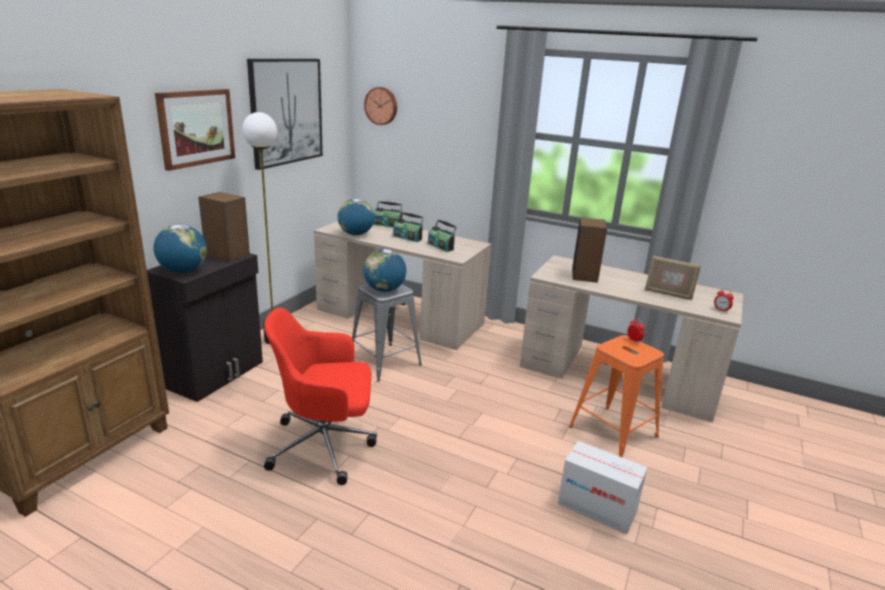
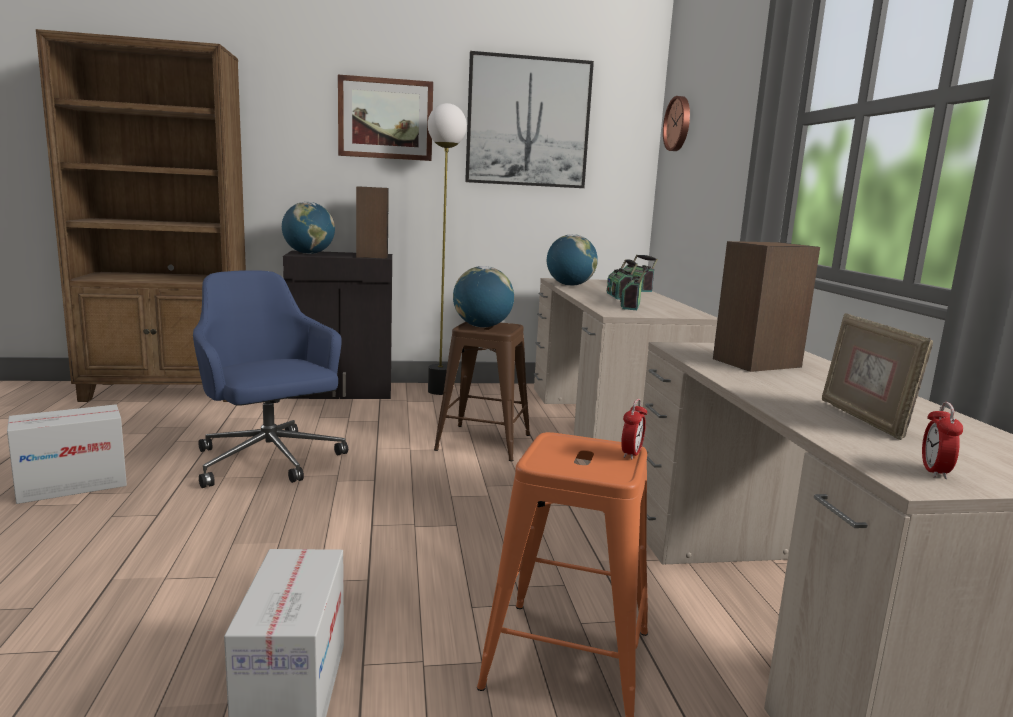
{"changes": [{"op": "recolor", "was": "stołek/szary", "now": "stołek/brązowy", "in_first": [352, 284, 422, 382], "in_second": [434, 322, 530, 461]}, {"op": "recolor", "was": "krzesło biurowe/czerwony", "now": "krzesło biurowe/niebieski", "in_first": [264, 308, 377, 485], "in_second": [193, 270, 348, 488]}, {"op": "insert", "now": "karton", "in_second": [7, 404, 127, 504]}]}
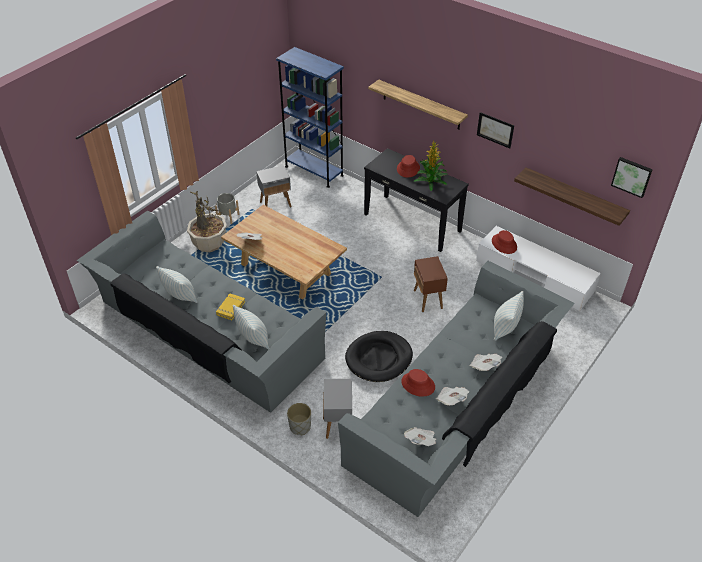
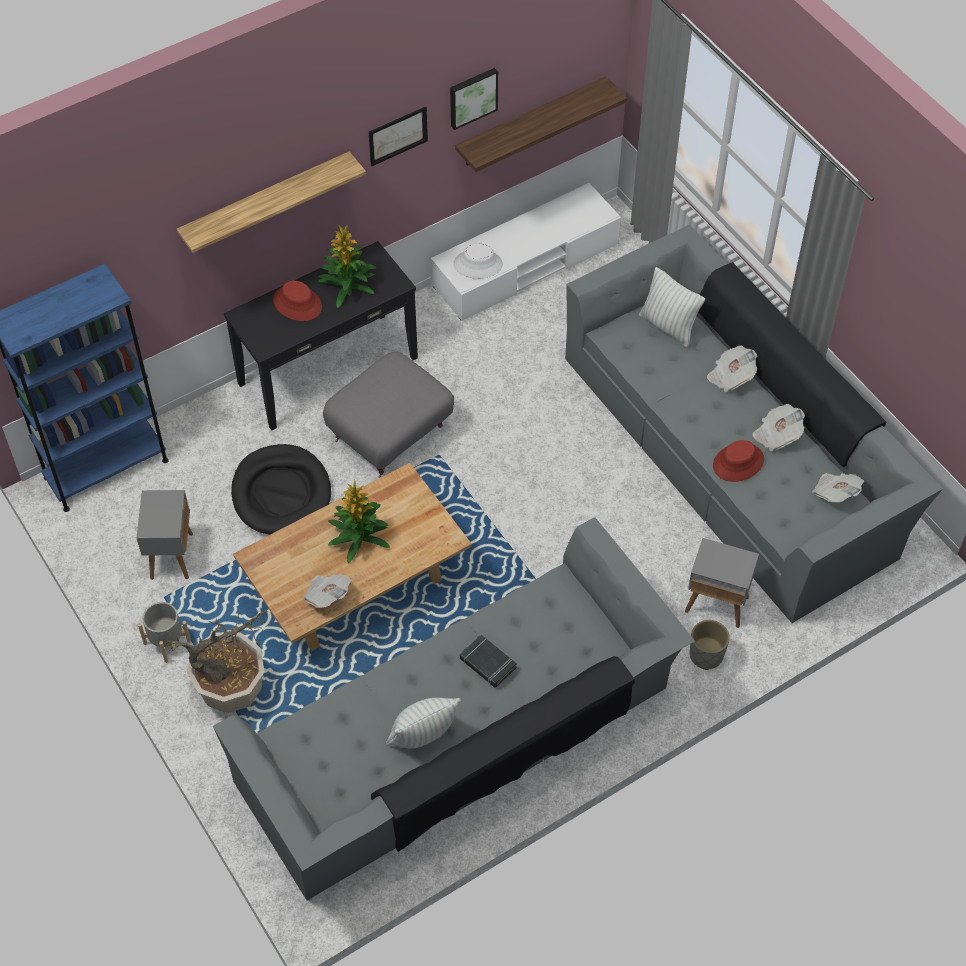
{"changes": [{"op": "move", "was": "obraz", "in_first": [611, 157, 653, 198], "in_second": [450, 68, 498, 130]}, {"op": "recolor", "was": "kapelusz/czerwony", "now": "kapelusz/biały", "in_first": [492, 230, 517, 254], "in_second": [453, 243, 503, 279]}, {"op": "delete", "was": "stolik/brązowy", "in_first": [414, 256, 448, 312]}, {"op": "recolor", "was": "książka/żółty", "now": "książka/czarny", "in_first": [216, 294, 245, 320], "in_second": [460, 634, 517, 688]}, {"op": "delete", "was": "poduszka", "in_first": [233, 305, 269, 350]}, {"op": "move", "was": "legowisko/czarny", "in_first": [345, 331, 413, 382], "in_second": [231, 444, 331, 535]}, {"op": "insert", "now": "pufa/szary", "in_second": [323, 351, 454, 478]}, {"op": "insert", "now": "roślina doniczkowa", "in_second": [328, 480, 390, 563]}]}
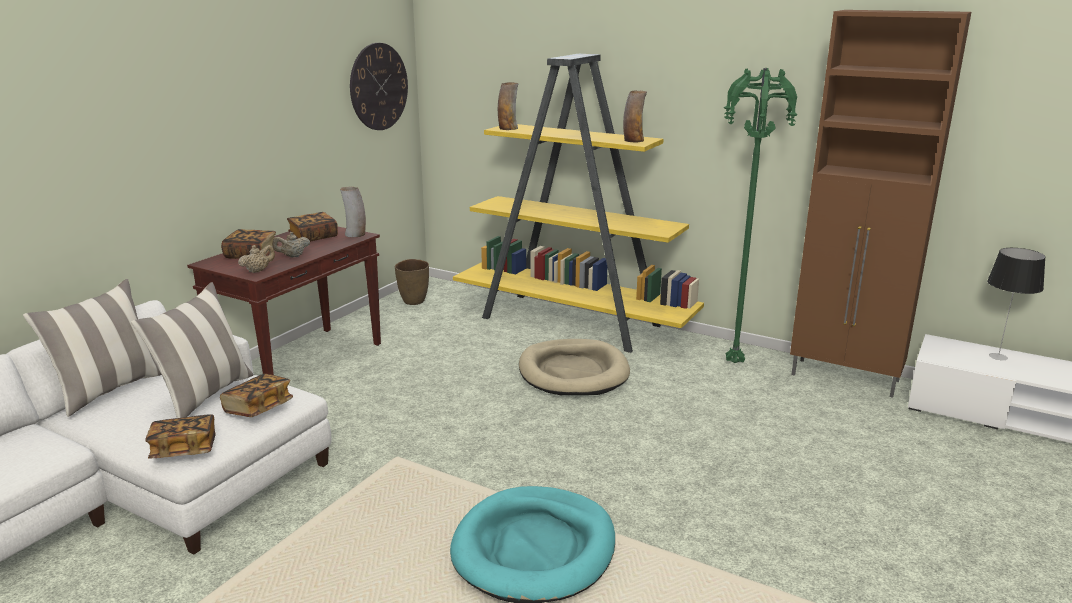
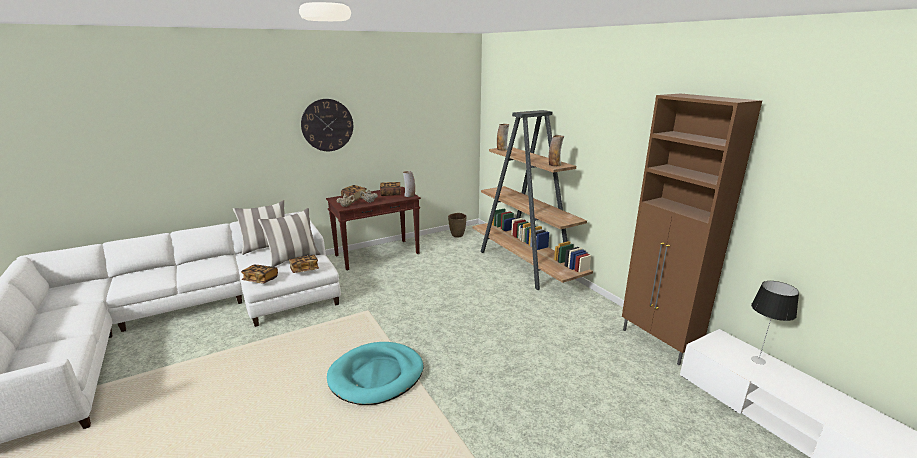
{"changes": [{"op": "move", "was": "zegar ścienny", "in_first": [350, 43, 408, 130], "in_second": [301, 99, 353, 151]}, {"op": "recolor", "was": "regał/żółty", "now": "regał/brązowy", "in_first": [453, 54, 704, 353], "in_second": [472, 110, 593, 290]}, {"op": "delete", "was": "lampa stojąca/zielony", "in_first": [724, 68, 797, 363]}, {"op": "delete", "was": "legowisko/beżowy", "in_first": [519, 339, 630, 395]}]}
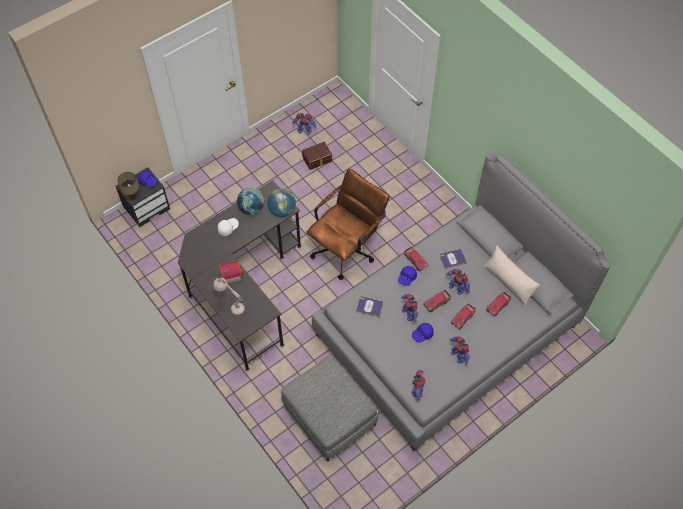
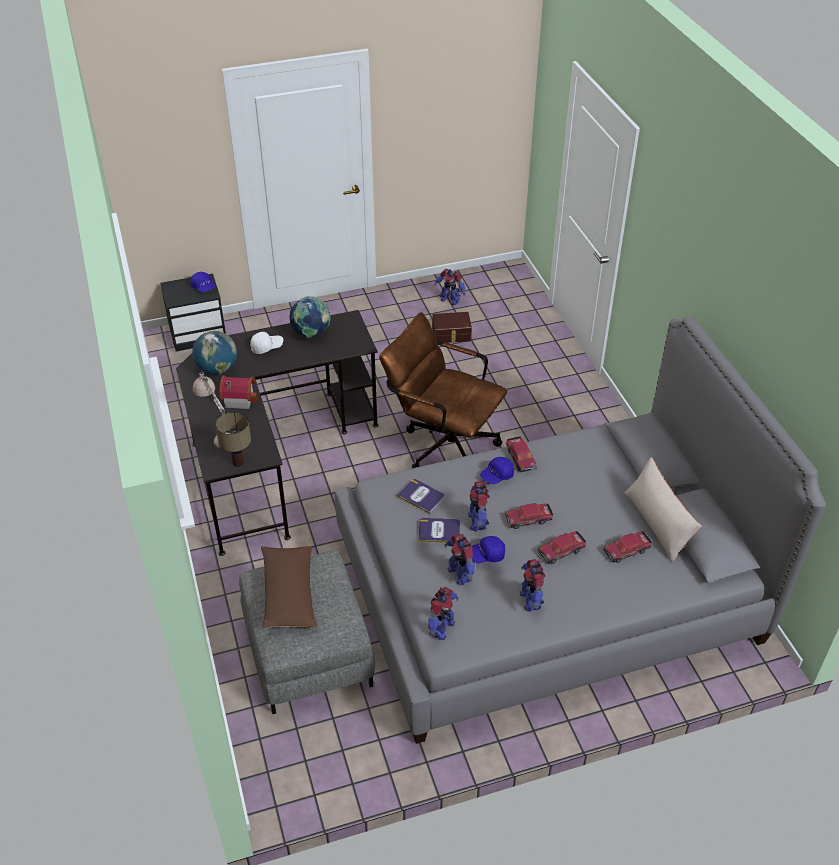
{"changes": [{"op": "rotate", "was": "krzesło biurowe/brązowy", "in_first": [306, 168, 390, 280], "in_second": [379, 312, 508, 468], "clockwise": -120}, {"op": "move", "was": "lampa stołowa", "in_first": [117, 172, 139, 200], "in_second": [215, 412, 251, 467]}, {"op": "move", "was": "globus", "in_first": [267, 189, 296, 217], "in_second": [192, 331, 237, 375]}, {"op": "move", "was": "książka", "in_first": [439, 249, 467, 269], "in_second": [418, 518, 460, 543]}, {"op": "move", "was": "robot zabawkowy", "in_first": [445, 269, 470, 295], "in_second": [444, 533, 475, 585]}, {"op": "insert", "now": "poduszka/brązowy", "in_second": [261, 546, 317, 629]}]}
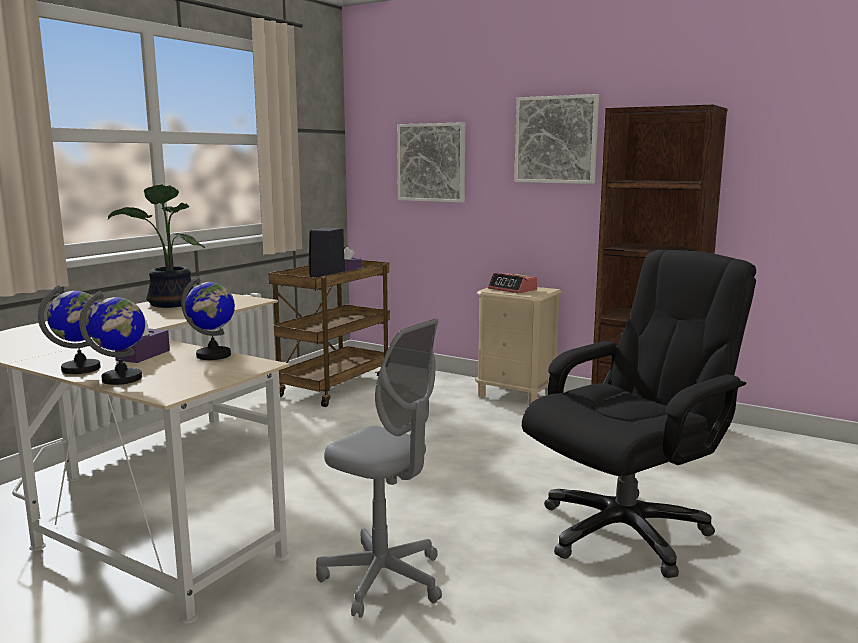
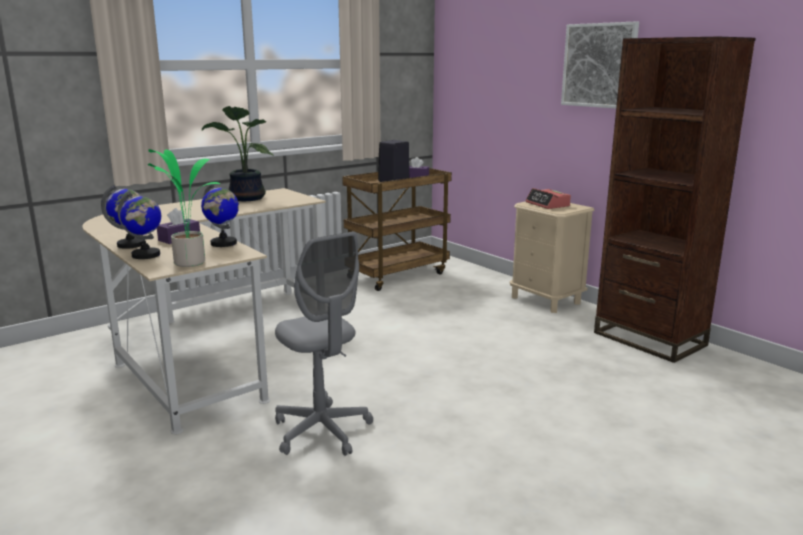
{"changes": [{"op": "delete", "was": "obraz", "in_first": [397, 122, 465, 203]}, {"op": "delete", "was": "krzesło biurowe/czarny", "in_first": [522, 250, 756, 578]}, {"op": "insert", "now": "roślina doniczkowa", "in_second": [148, 149, 220, 267]}]}
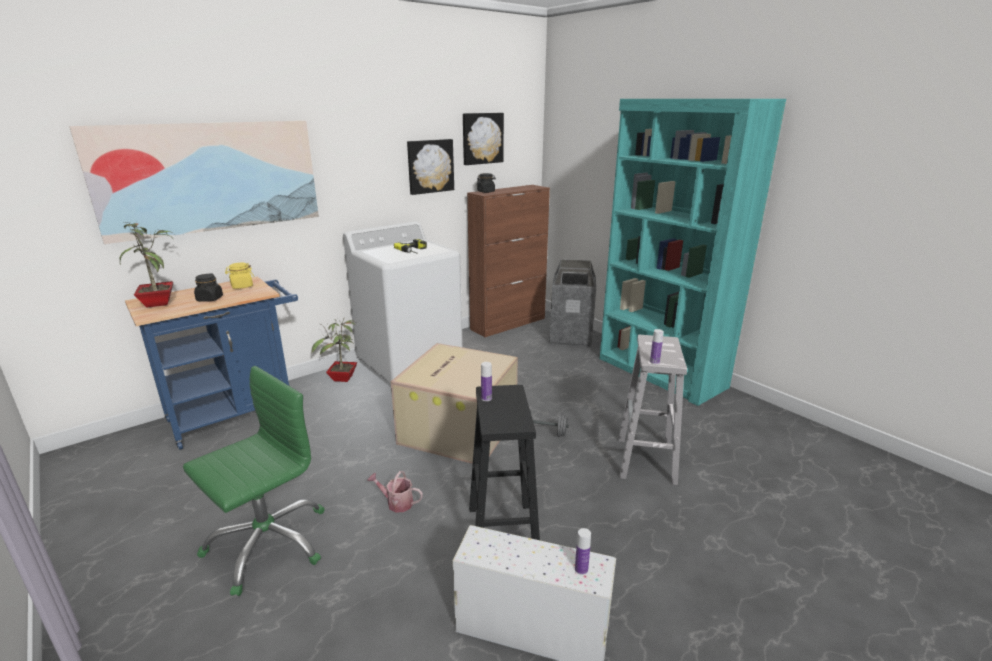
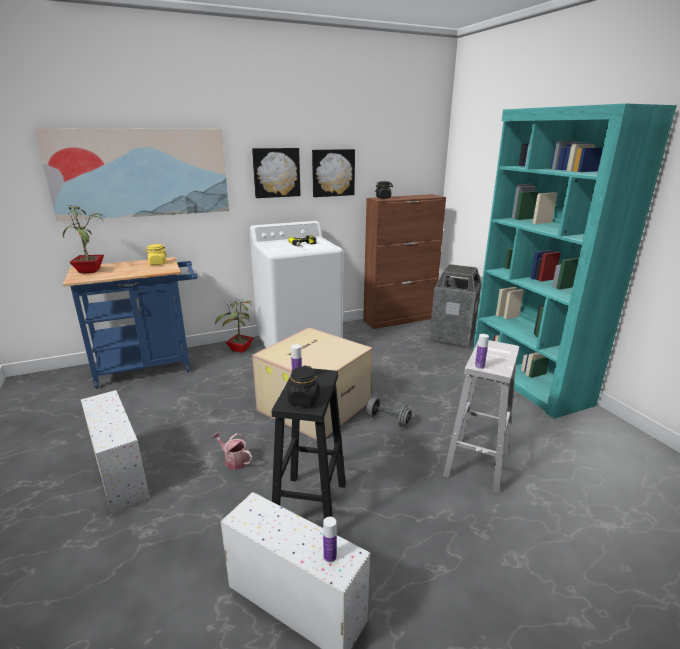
{"changes": [{"op": "move", "was": "obraz", "in_first": [463, 113, 504, 165], "in_second": [252, 148, 301, 198]}, {"op": "move", "was": "słoik/czarny", "in_first": [194, 274, 223, 302], "in_second": [288, 366, 320, 407]}, {"op": "replace", "was": "krzesło biurowe/zielony", "now": "pojemnik do przechowywania/biały", "in_first": [183, 366, 325, 596], "in_second": [81, 390, 150, 513]}]}
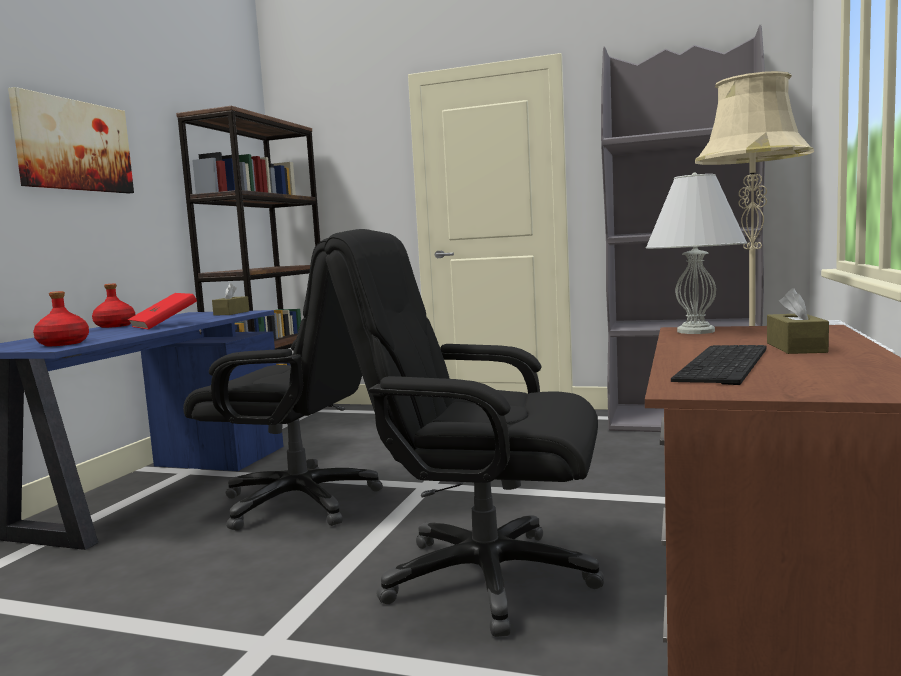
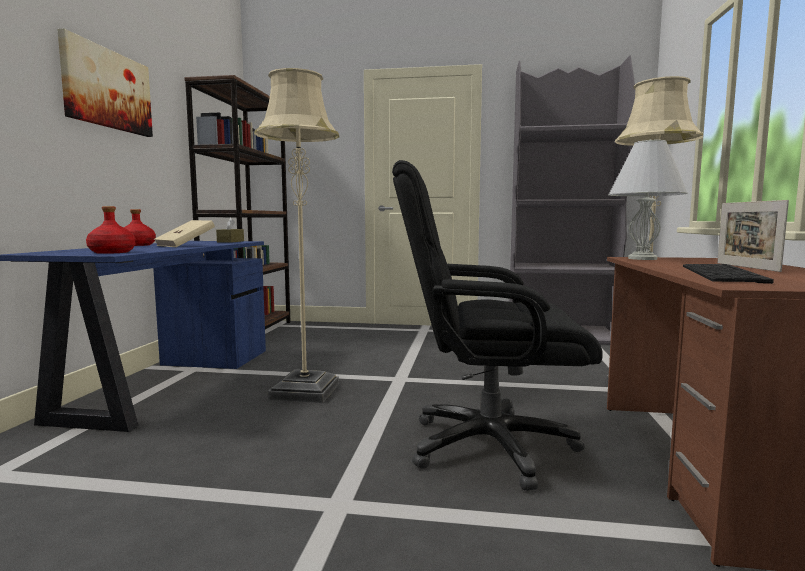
{"changes": [{"op": "replace", "was": "krzesło biurowe/czarny", "now": "lampa stojąca/beżowy", "in_first": [183, 238, 383, 531], "in_second": [254, 68, 339, 403]}, {"op": "replace", "was": "pudełko chusteczek/brązowy", "now": "ramka na zdjęcie", "in_first": [767, 288, 829, 354], "in_second": [717, 200, 789, 272]}, {"op": "recolor", "was": "książka/czerwony", "now": "książka/beżowy", "in_first": [128, 293, 197, 330], "in_second": [154, 220, 215, 247]}]}
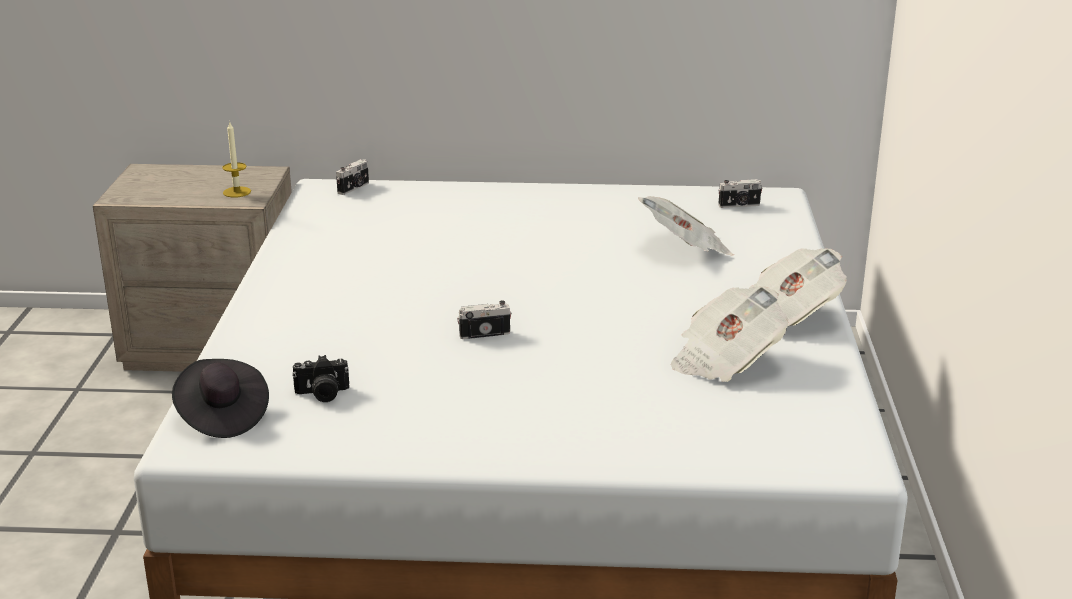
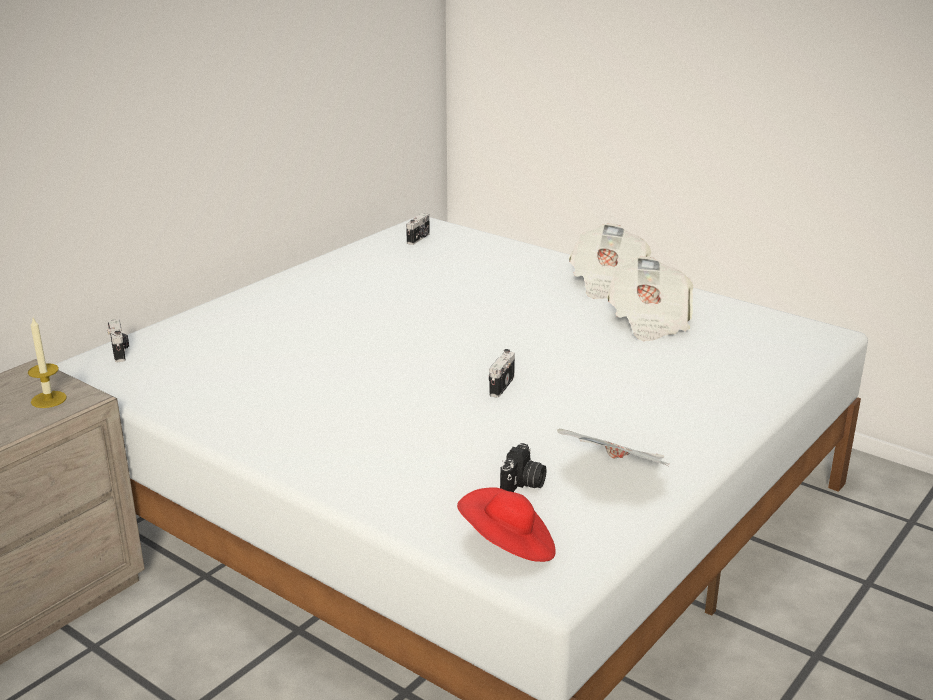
{"changes": [{"op": "move", "was": "gazeta", "in_first": [638, 196, 734, 255], "in_second": [557, 429, 670, 466]}, {"op": "recolor", "was": "kapelusz/czarny", "now": "kapelusz/czerwony", "in_first": [172, 359, 269, 438], "in_second": [457, 487, 556, 562]}]}
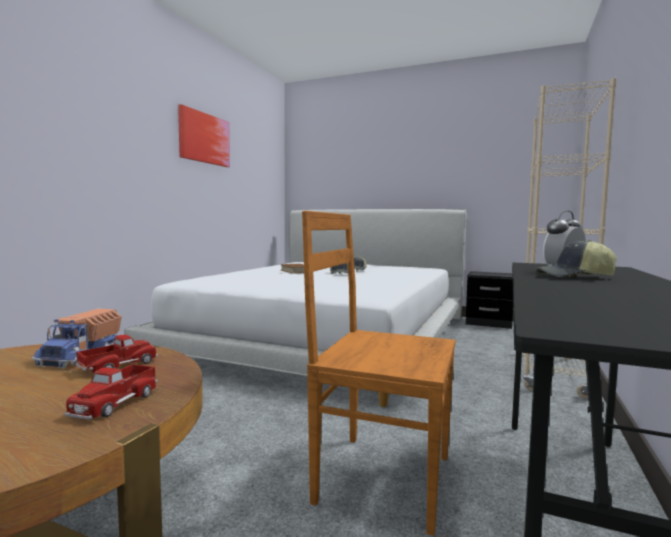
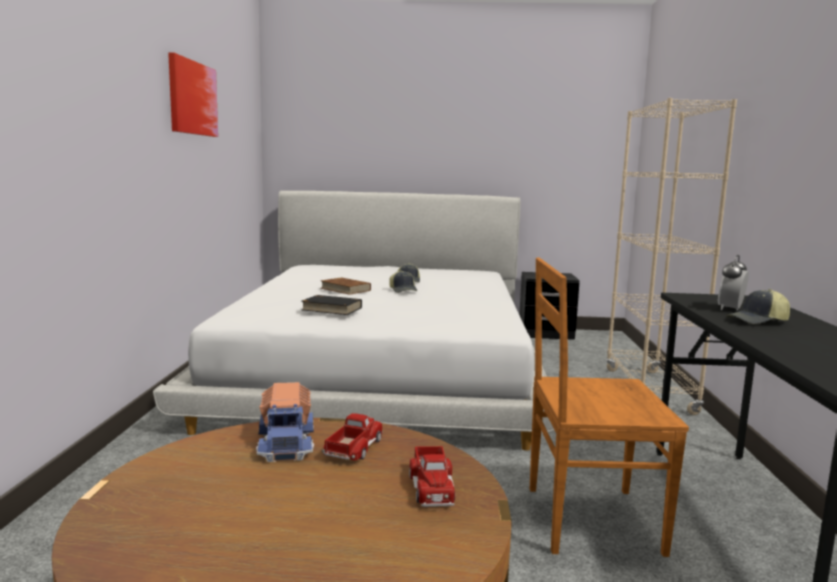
{"changes": [{"op": "insert", "now": "książka/czarny", "in_second": [302, 295, 362, 315]}]}
